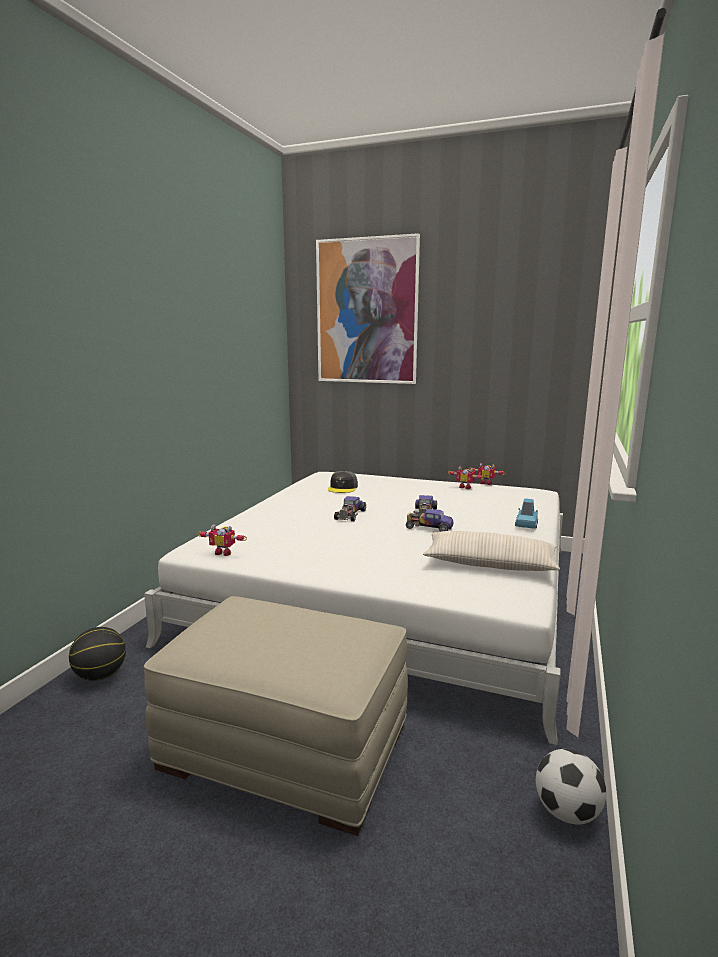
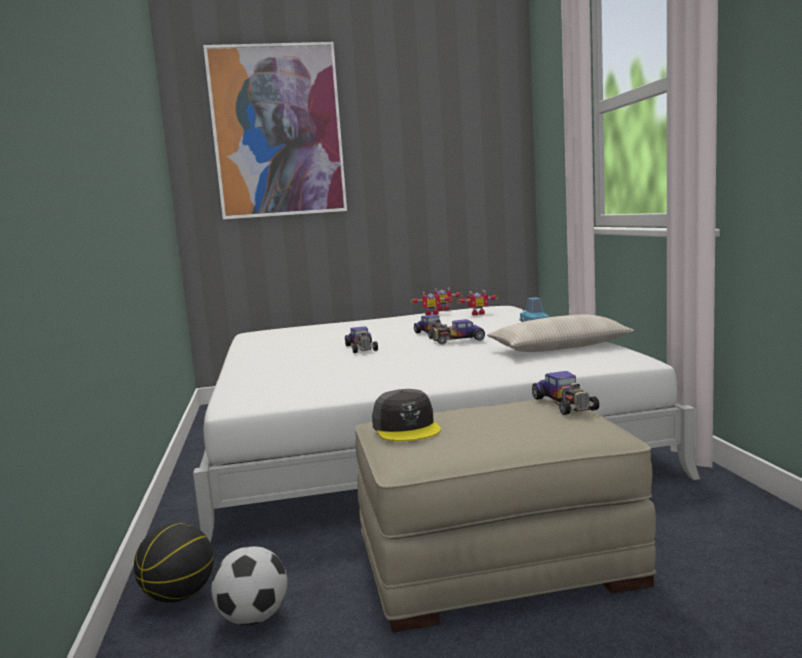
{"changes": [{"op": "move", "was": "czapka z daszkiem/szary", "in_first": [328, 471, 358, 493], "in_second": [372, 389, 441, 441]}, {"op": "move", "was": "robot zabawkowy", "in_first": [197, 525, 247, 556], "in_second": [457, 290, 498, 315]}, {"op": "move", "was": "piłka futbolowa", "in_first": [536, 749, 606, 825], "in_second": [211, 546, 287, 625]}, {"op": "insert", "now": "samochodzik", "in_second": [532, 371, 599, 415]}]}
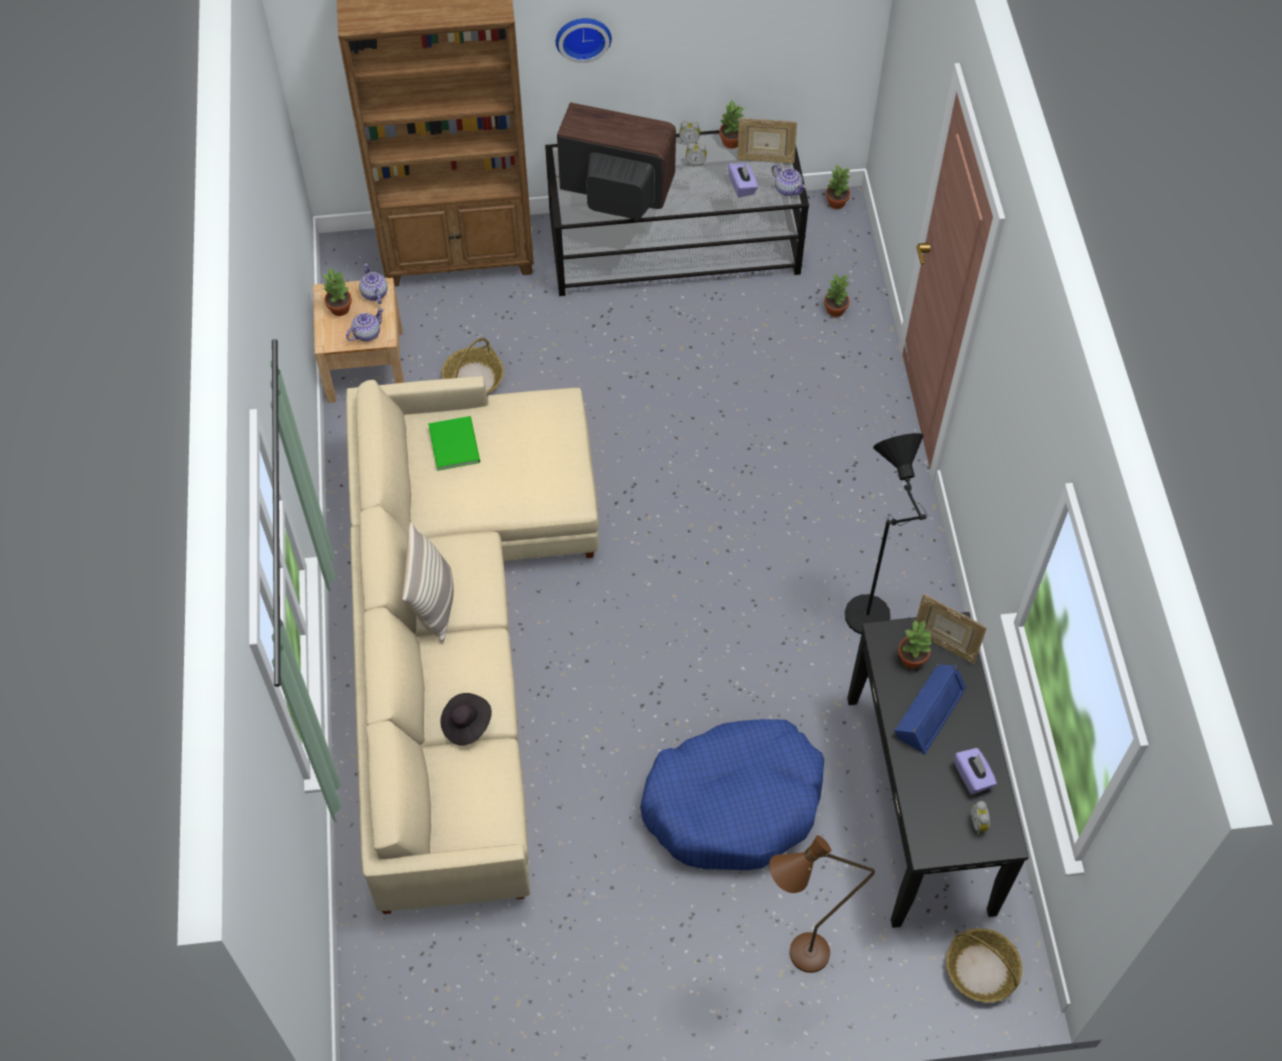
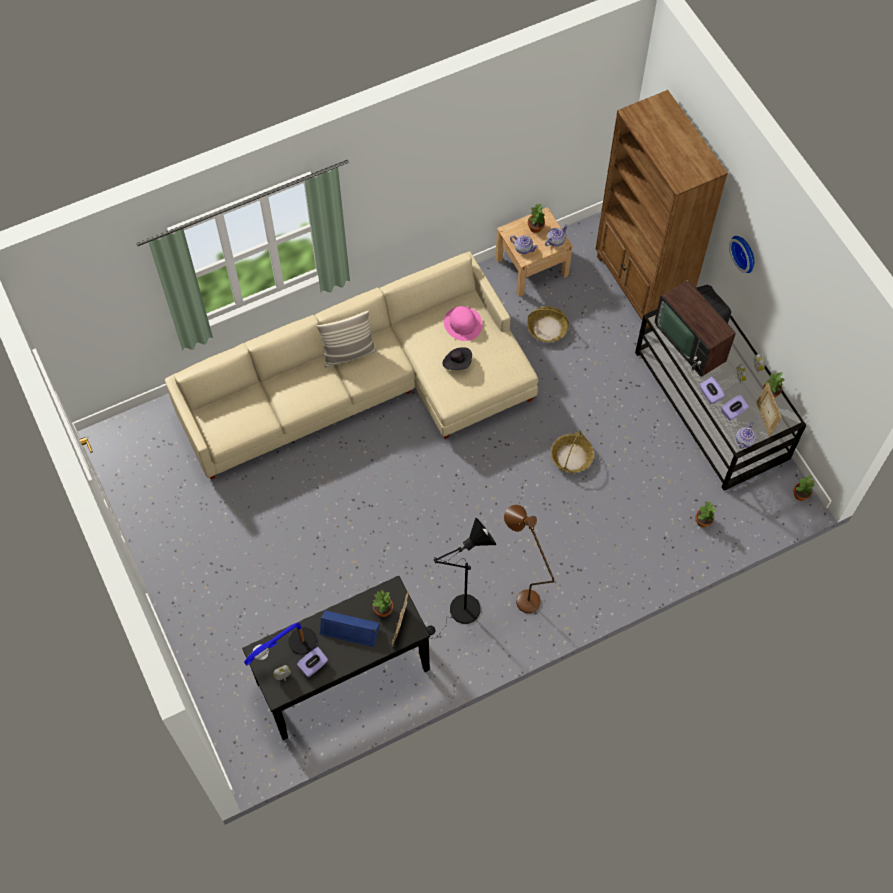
{"changes": [{"op": "rotate", "was": "telewizor", "in_first": [557, 102, 676, 219], "in_second": [655, 281, 736, 377], "clockwise": 150}, {"op": "replace", "was": "książka/zielony", "now": "kapelusz/różowy", "in_first": [428, 416, 480, 471], "in_second": [444, 306, 483, 341]}, {"op": "move", "was": "kapelusz/czarny", "in_first": [440, 693, 492, 746], "in_second": [442, 347, 472, 370]}, {"op": "delete", "was": "legowisko/niebieski", "in_first": [640, 719, 824, 870]}, {"op": "move", "was": "lampa stojąca/brązowy", "in_first": [769, 835, 875, 973], "in_second": [504, 505, 554, 613]}, {"op": "move", "was": "koszyk", "in_first": [946, 928, 1022, 1003], "in_second": [551, 430, 594, 473]}, {"op": "insert", "now": "pudełko chusteczek/fioletowy", "in_second": [699, 377, 725, 405]}, {"op": "insert", "now": "lampa stołowa", "in_second": [244, 623, 317, 666]}]}
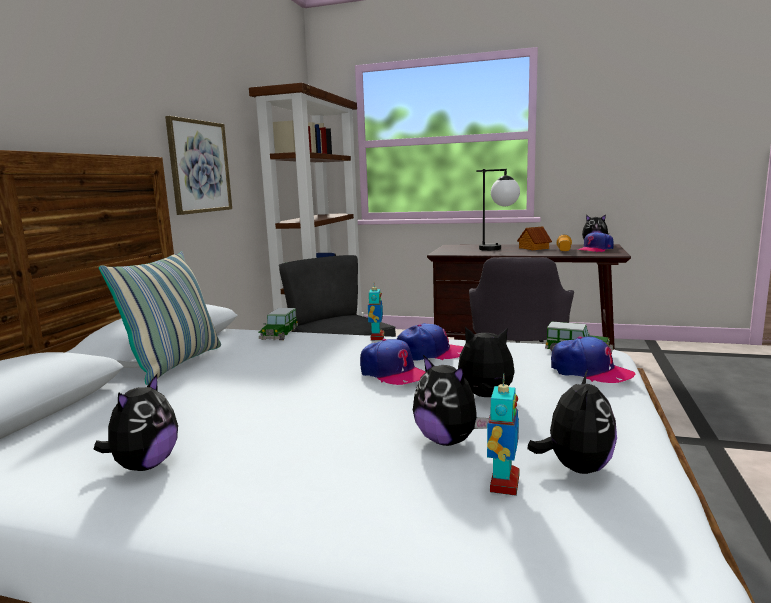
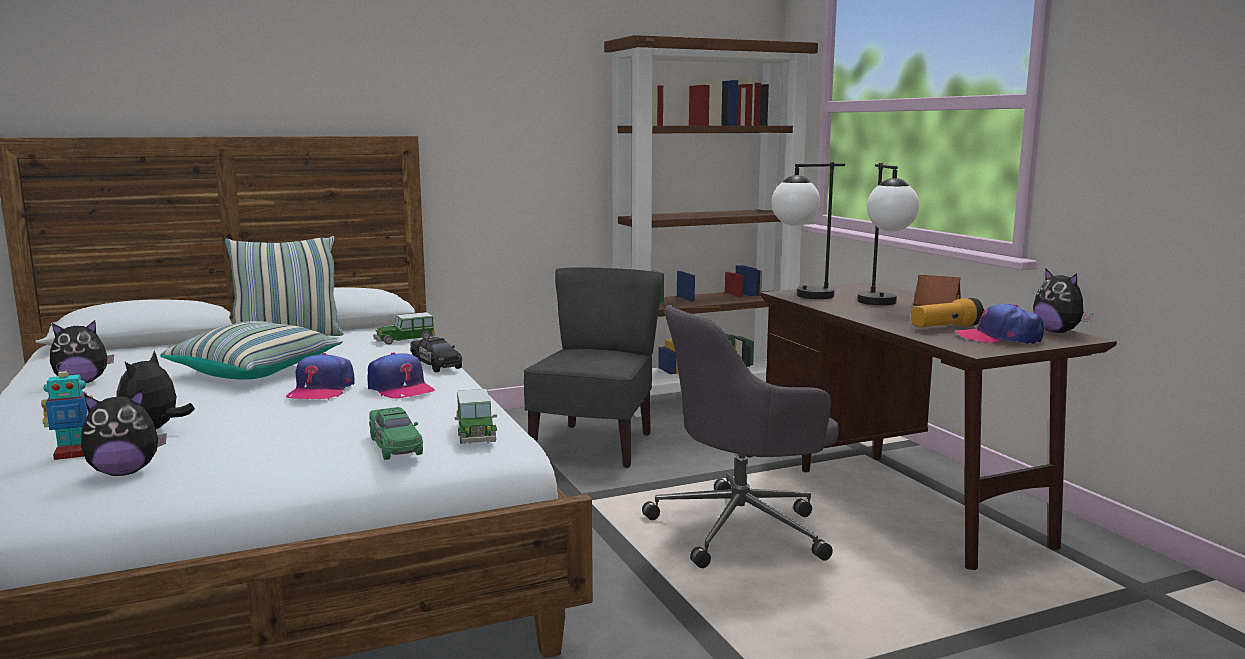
{"changes": [{"op": "delete", "was": "obraz", "in_first": [165, 116, 232, 215]}, {"op": "replace", "was": "robot zabawkowy", "now": "samochodzik/czarny", "in_first": [368, 283, 384, 340], "in_second": [410, 337, 462, 372]}, {"op": "delete", "was": "pluszak", "in_first": [458, 327, 515, 397]}, {"op": "replace", "was": "czapka z daszkiem", "now": "samochodzik/zielony", "in_first": [551, 336, 635, 383], "in_second": [369, 407, 423, 460]}, {"op": "insert", "now": "lampa stołowa", "in_second": [772, 162, 845, 299]}, {"op": "insert", "now": "poduszka", "in_second": [160, 321, 343, 380]}]}
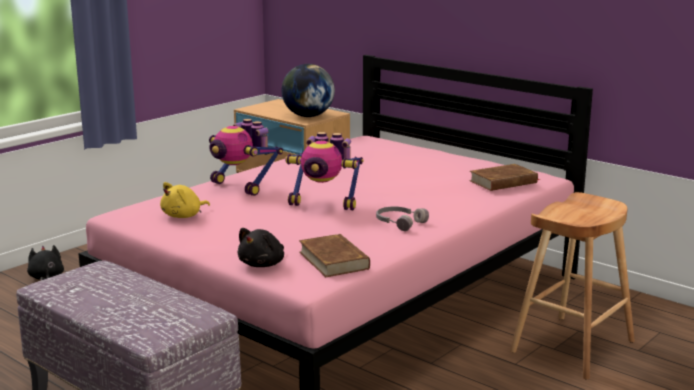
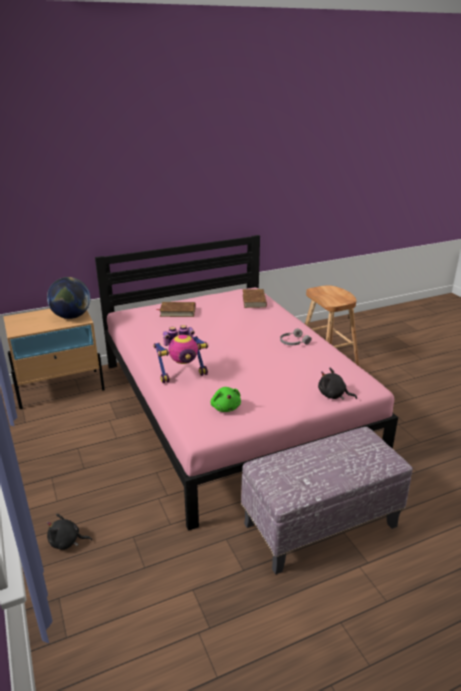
{"changes": [{"op": "delete", "was": "robot zabawkowy", "in_first": [285, 132, 363, 210]}, {"op": "recolor", "was": "pluszak/żółty", "now": "pluszak/zielony", "in_first": [160, 182, 210, 218], "in_second": [210, 387, 241, 412]}, {"op": "rotate", "was": "pluszak/czarny", "in_first": [237, 228, 284, 267], "in_second": [318, 368, 357, 400], "clockwise": 150}, {"op": "move", "was": "książka/brązowy", "in_first": [299, 234, 370, 277], "in_second": [156, 302, 196, 317]}]}
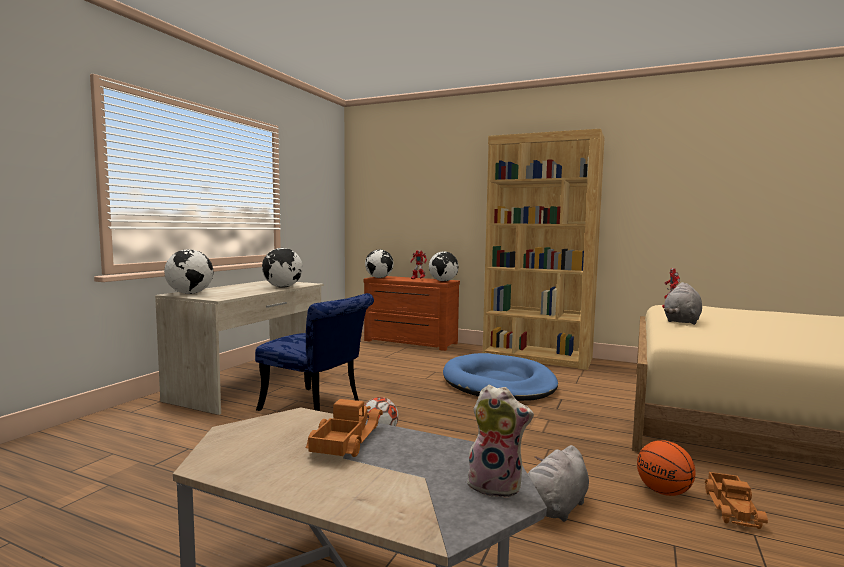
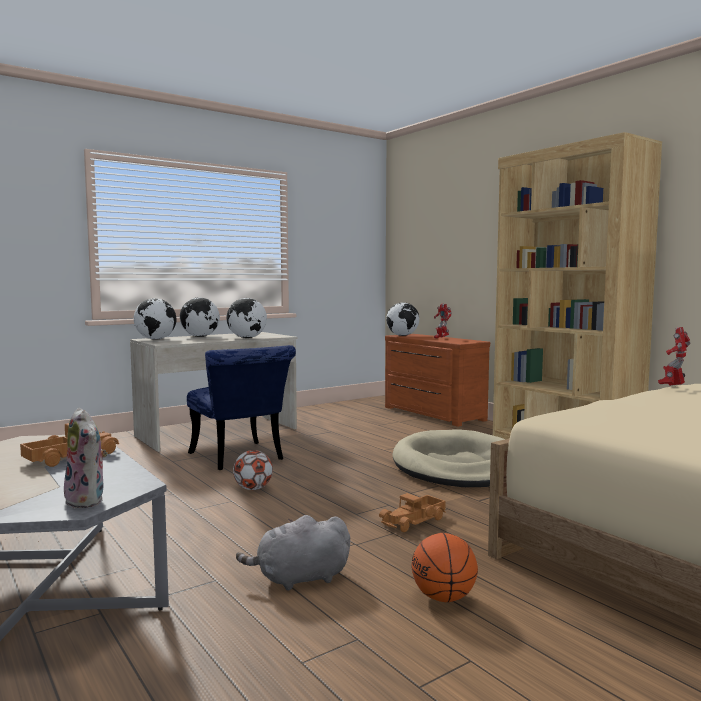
{"changes": [{"op": "move", "was": "globus", "in_first": [429, 251, 459, 282], "in_second": [180, 297, 220, 337]}, {"op": "delete", "was": "pluszak/szary", "in_first": [664, 282, 702, 325]}, {"op": "recolor", "was": "legowisko/niebieski", "now": "legowisko/beżowy", "in_first": [443, 353, 558, 401], "in_second": [392, 429, 505, 487]}, {"op": "move", "was": "ciężarówka zabawkowa", "in_first": [704, 472, 768, 529], "in_second": [379, 493, 445, 532]}]}
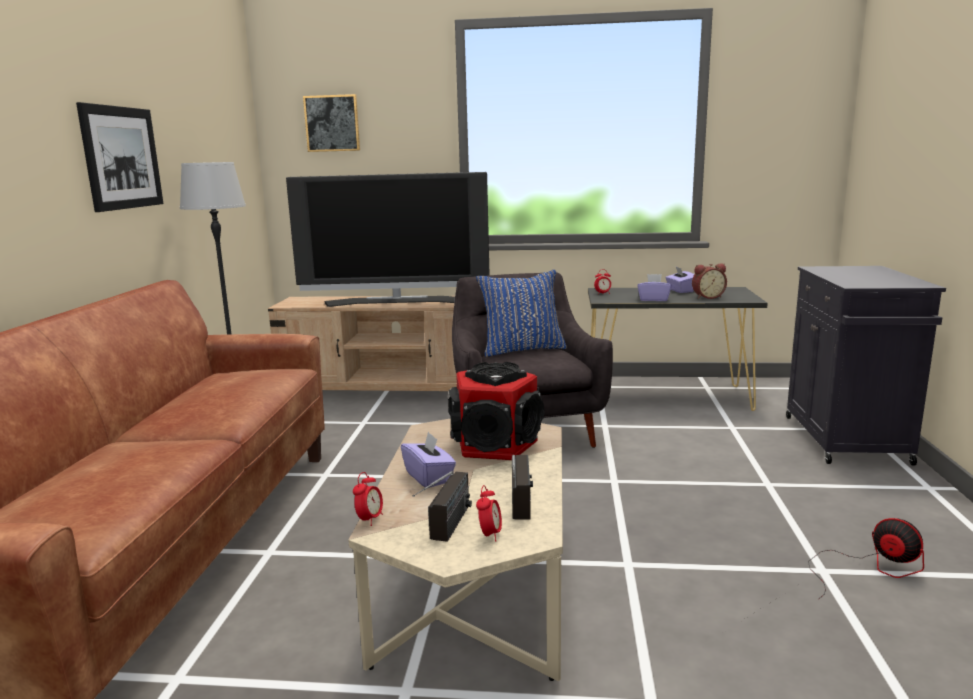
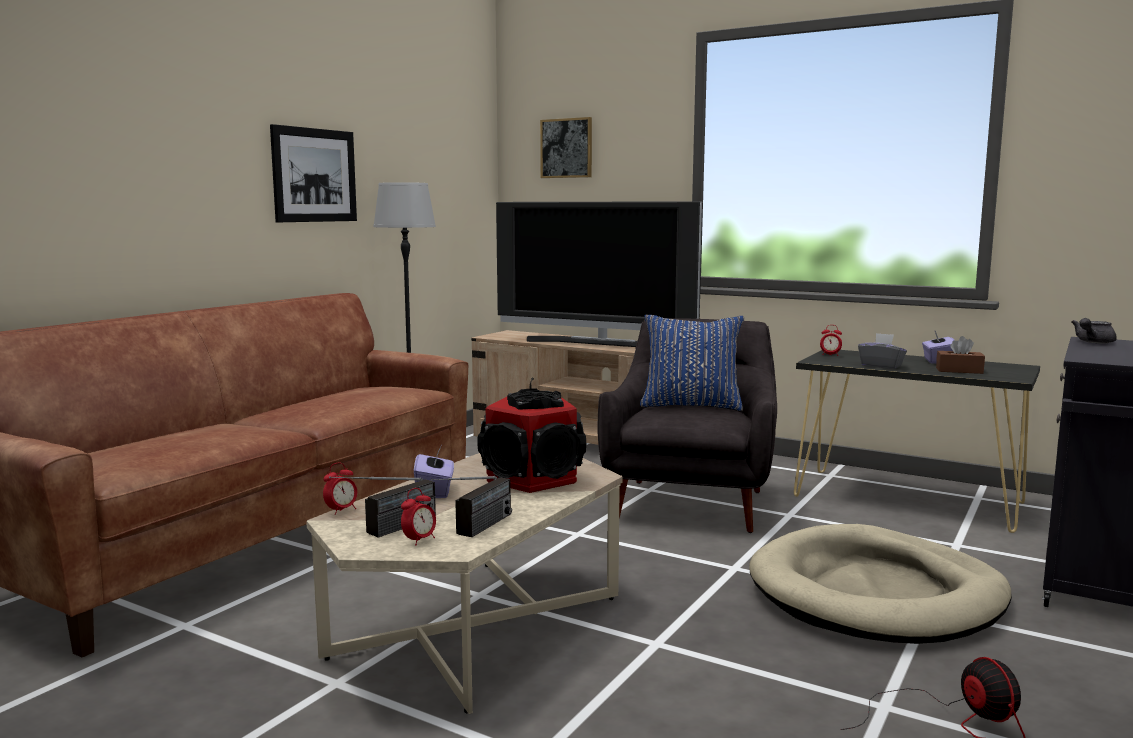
{"changes": [{"op": "replace", "was": "budzik", "now": "pudełko chusteczek/brązowy", "in_first": [692, 263, 727, 299], "in_second": [936, 336, 985, 374]}, {"op": "recolor", "was": "pudełko chusteczek/fioletowy", "now": "pudełko chusteczek/szary", "in_first": [638, 274, 672, 301], "in_second": [858, 333, 907, 369]}, {"op": "insert", "now": "imbryk/szary", "in_second": [1072, 318, 1117, 344]}, {"op": "insert", "now": "legowisko/beżowy", "in_second": [749, 524, 1012, 644]}]}
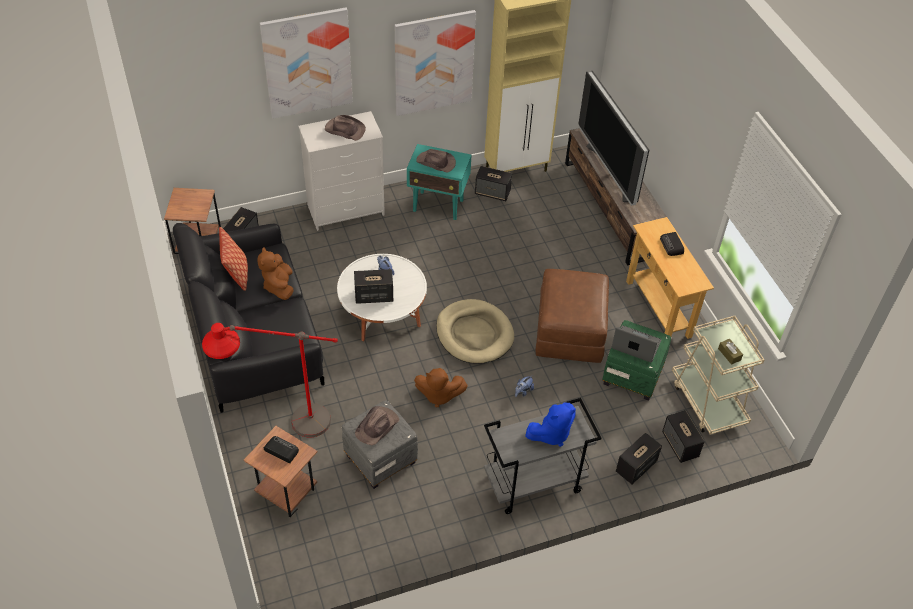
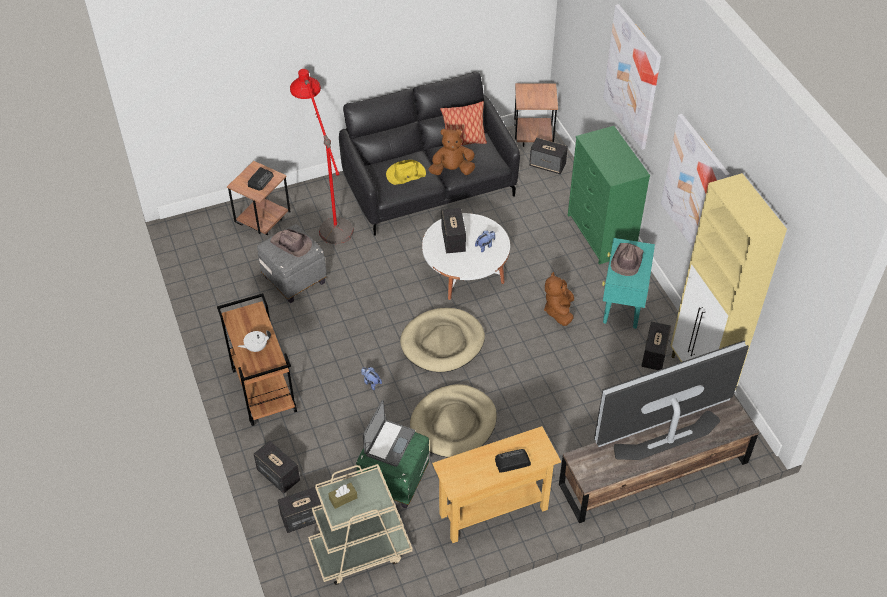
{"changes": [{"op": "recolor", "was": "komoda/biały", "now": "komoda/zielony", "in_first": [298, 111, 385, 231], "in_second": [568, 126, 650, 264]}, {"op": "delete", "was": "kapelusz/brązowy", "in_first": [325, 115, 366, 141]}, {"op": "replace", "was": "pufa/brązowy", "now": "legowisko/beżowy", "in_first": [536, 269, 609, 363], "in_second": [410, 384, 497, 457]}, {"op": "move", "was": "pluszak/brązowy", "in_first": [414, 368, 468, 407], "in_second": [544, 272, 574, 326]}, {"op": "recolor", "was": "wózek/szary", "now": "wózek/brązowy", "in_first": [484, 398, 602, 514], "in_second": [217, 293, 297, 426]}, {"op": "replace", "was": "pluszak/niebieski", "now": "imbryk/biały", "in_first": [525, 402, 576, 447], "in_second": [238, 330, 271, 352]}, {"op": "insert", "now": "kapelusz/żółty", "in_second": [386, 160, 426, 185]}]}
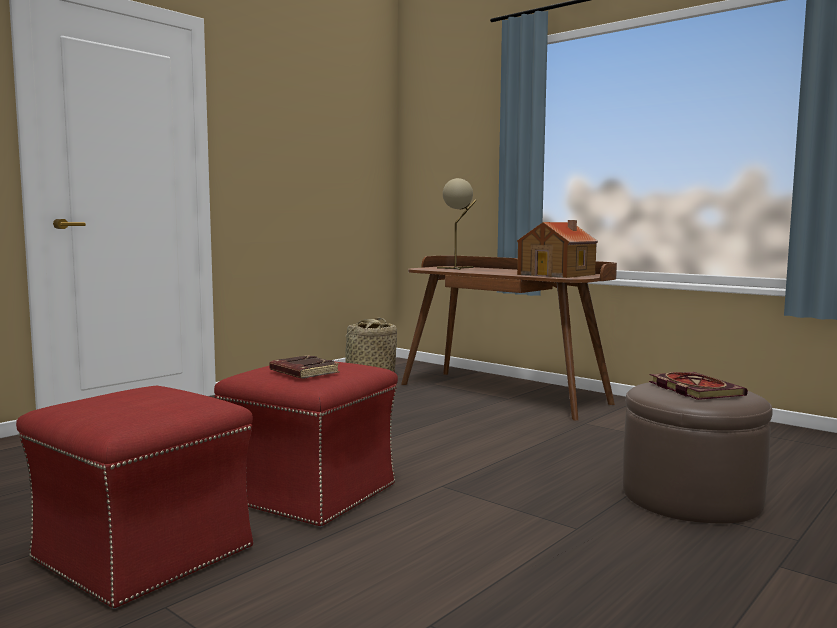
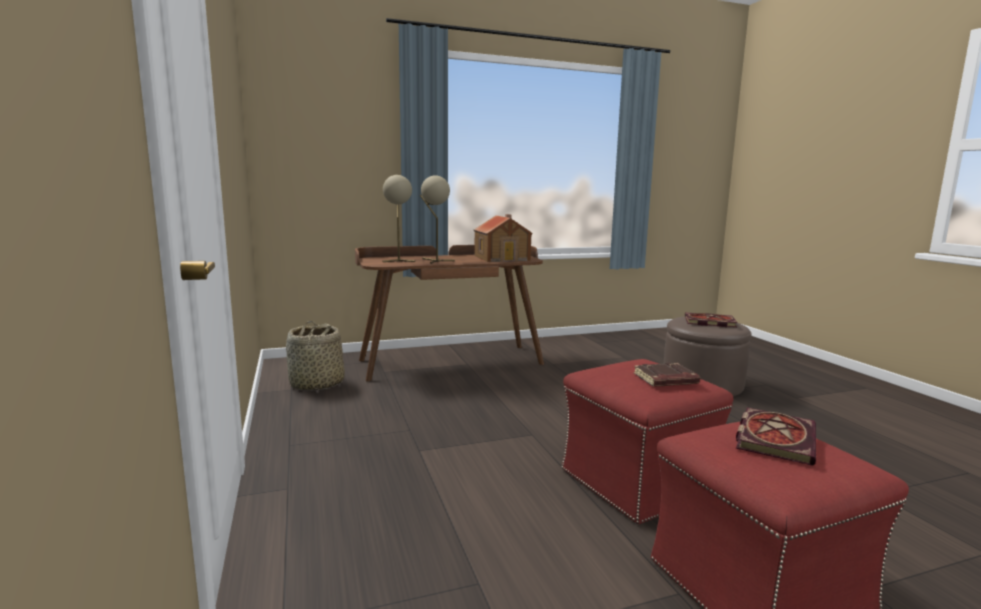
{"changes": [{"op": "insert", "now": "lampa stołowa/beżowy", "in_second": [420, 175, 455, 264]}, {"op": "insert", "now": "książka", "in_second": [736, 407, 816, 466]}]}
